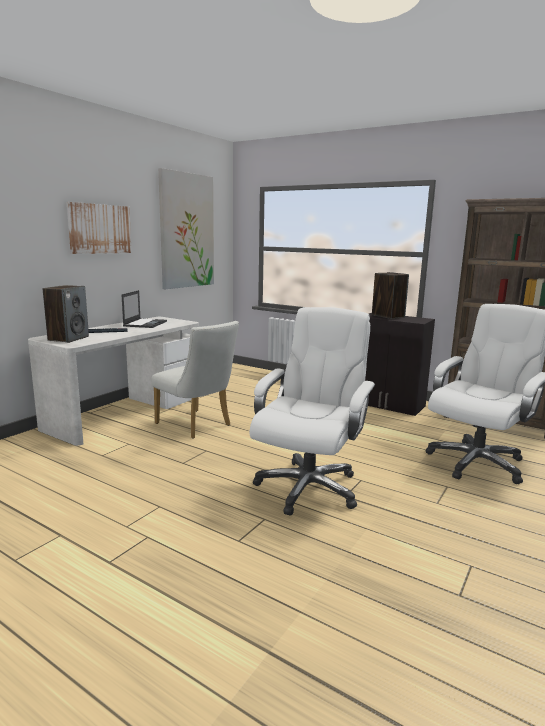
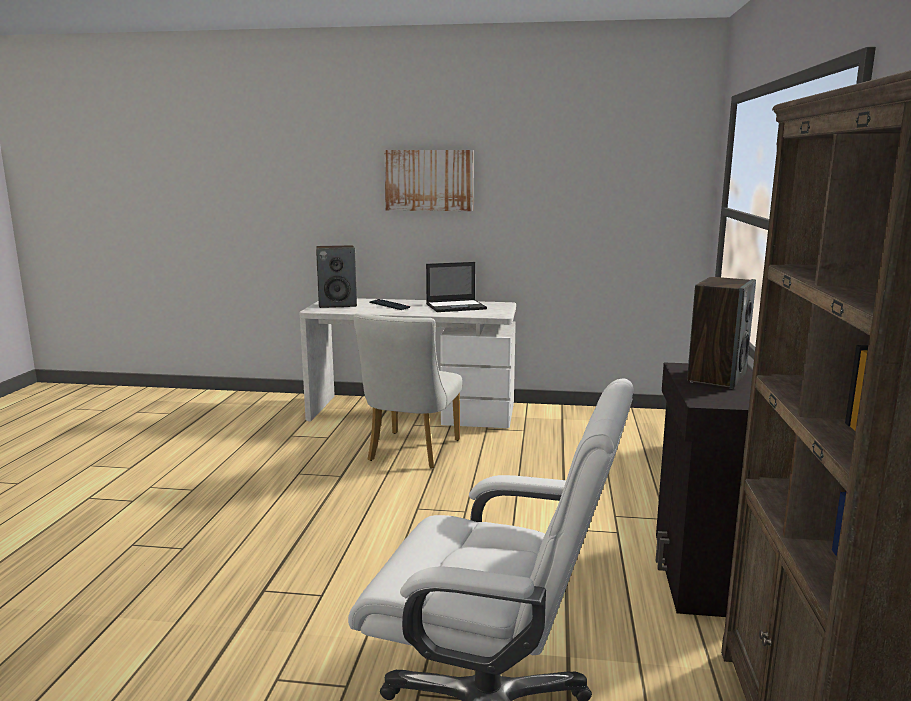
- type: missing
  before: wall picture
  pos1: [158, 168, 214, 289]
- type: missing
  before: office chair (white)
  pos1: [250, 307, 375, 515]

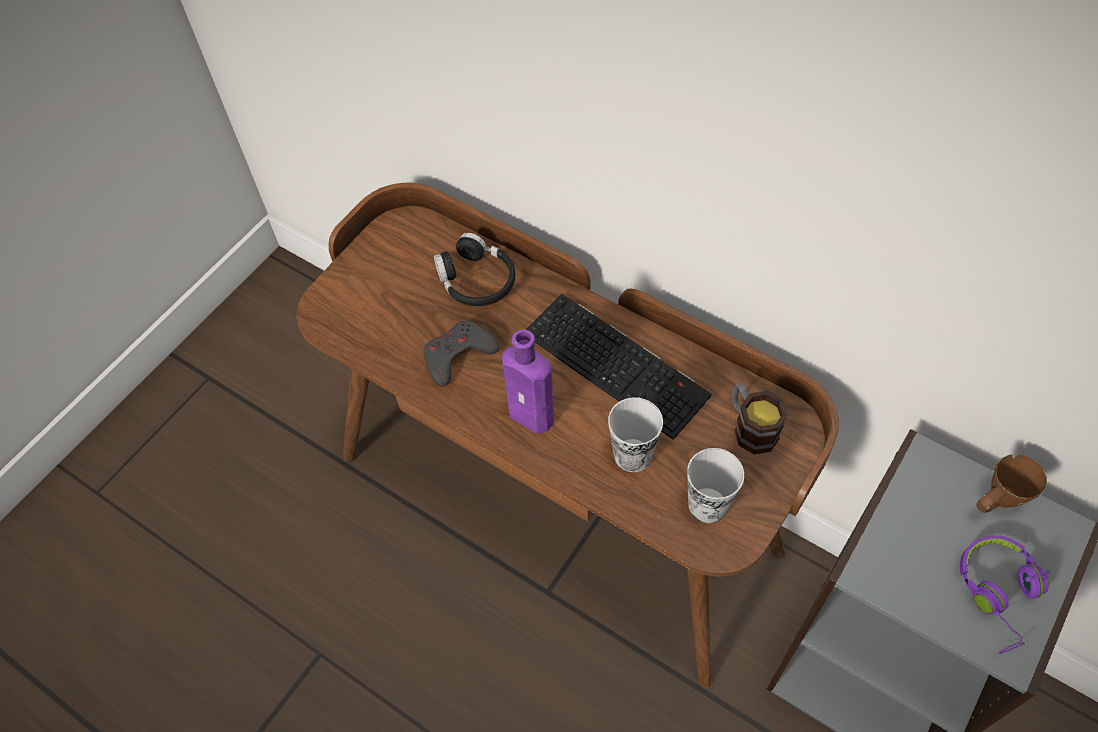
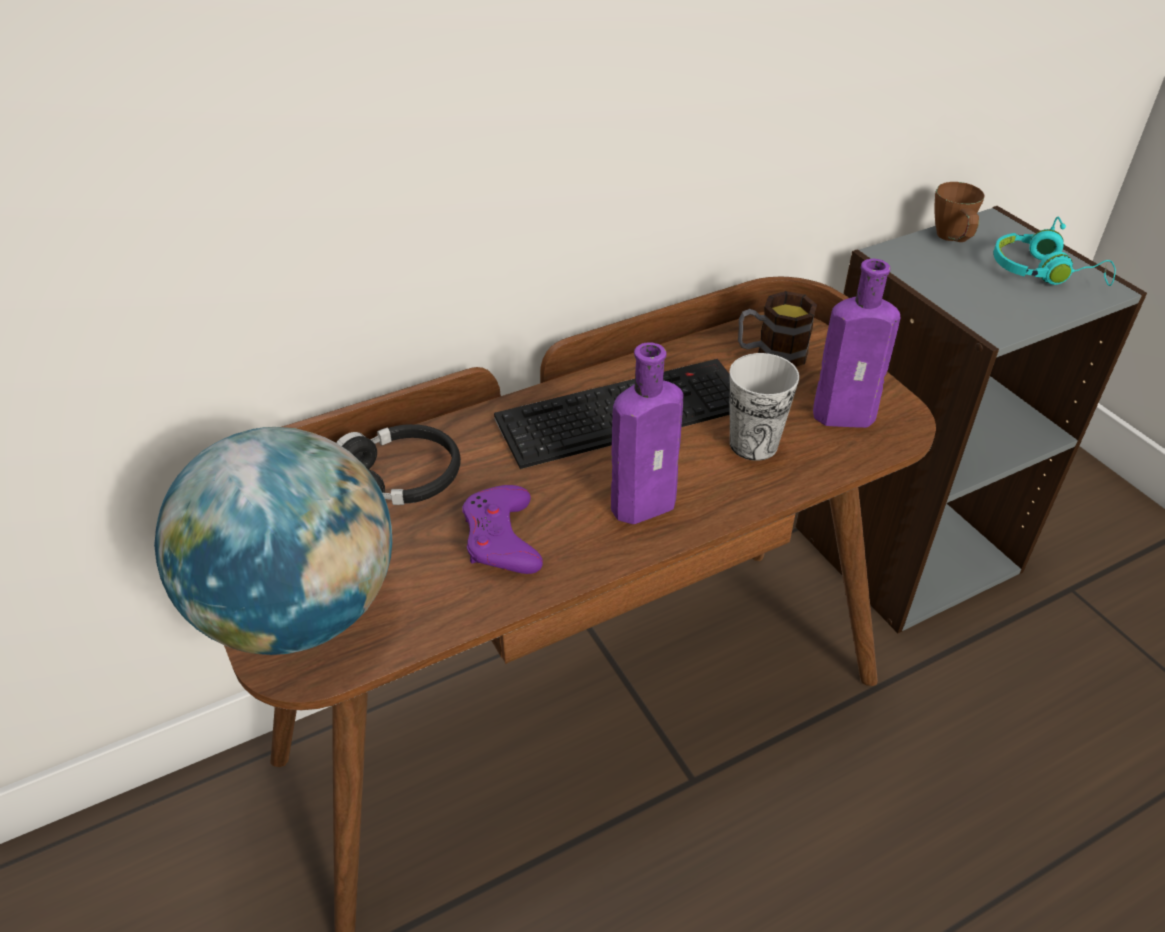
- type: appeared
  after: world globe
  pos2: [154, 427, 392, 655]
- type: colour
  before: gamepad (gray)
  after: gamepad (purple-coloured)
  pos1: [424, 321, 500, 387]
  pos2: [462, 485, 543, 574]
- type: exchanged
  before: cup
  after: bottle (purple-coloured)
  pos1: [687, 448, 744, 523]
  pos2: [813, 259, 900, 428]
- type: colour
  before: pair of headphones (purple-coloured)
  after: pair of headphones (turquoise)
  pos1: [960, 535, 1050, 654]
  pos2: [993, 216, 1116, 286]

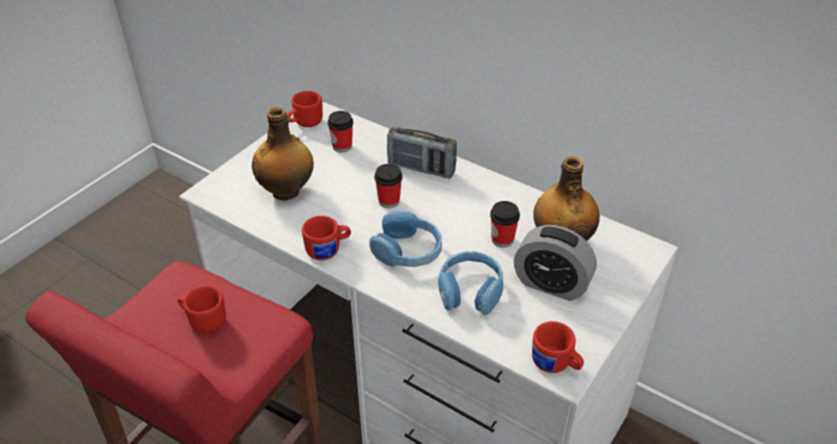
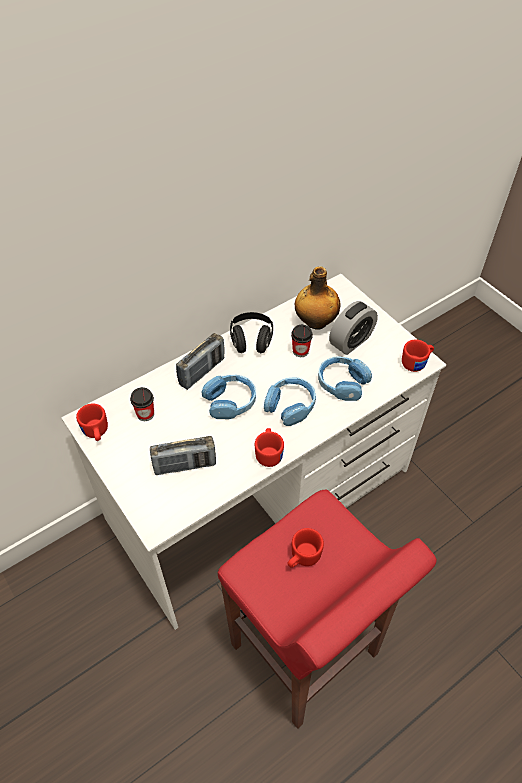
- type: exchanged
  before: bottle
  after: radio set
  pos1: [252, 107, 314, 201]
  pos2: [150, 436, 216, 475]
- type: exchanged
  before: cup
  after: pair of headphones (blue-coloured)
  pos1: [374, 164, 402, 208]
  pos2: [201, 375, 256, 419]
- type: appeared
  after: pair of headphones (blackish)
  pos2: [230, 312, 273, 353]

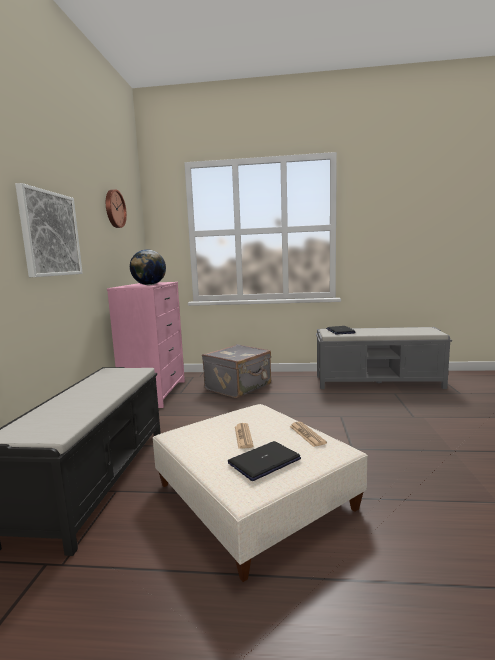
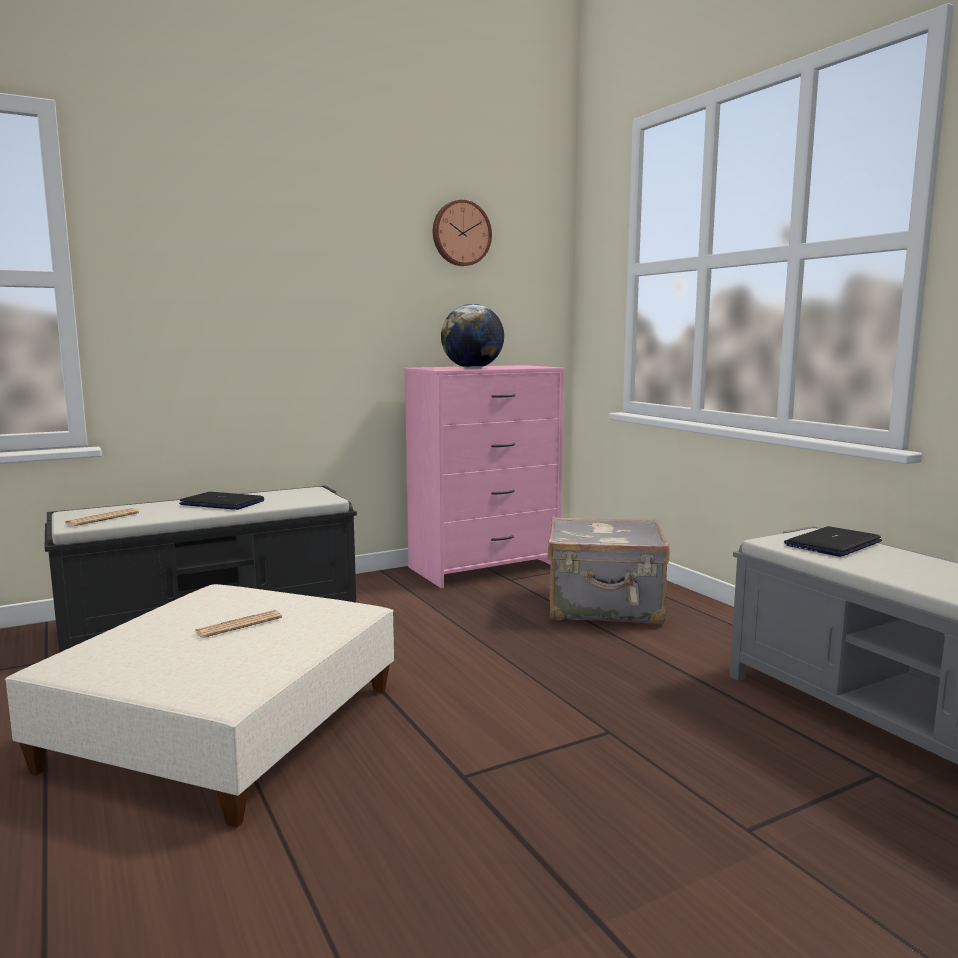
- type: relocated
  before: newspaper
  pos1: [290, 422, 327, 447]
  pos2: [65, 508, 139, 527]
- type: relocated
  before: notebook computer
  pos1: [228, 441, 301, 481]
  pos2: [179, 492, 264, 510]
- type: missing
  before: wall picture
  pos1: [15, 183, 83, 277]

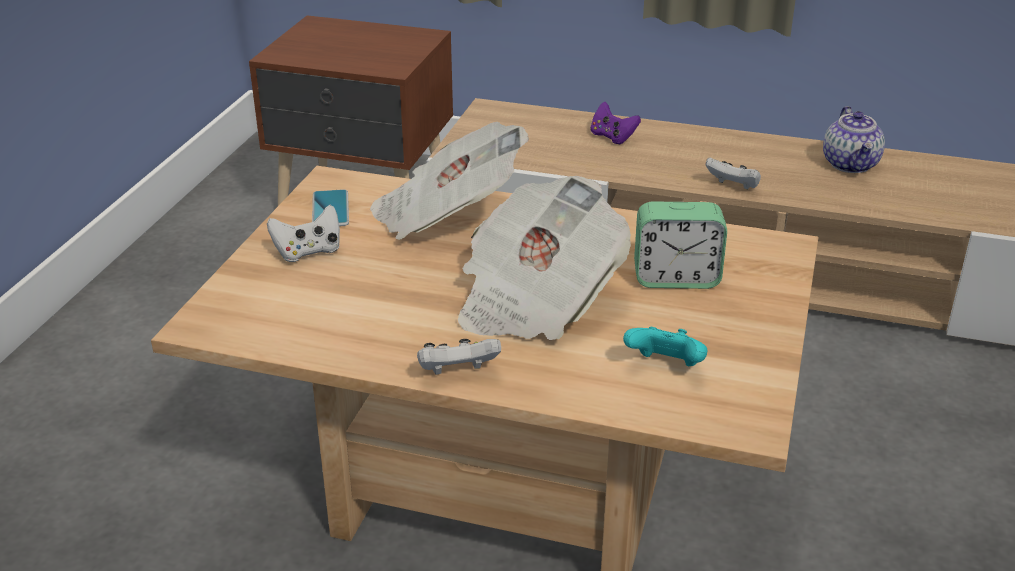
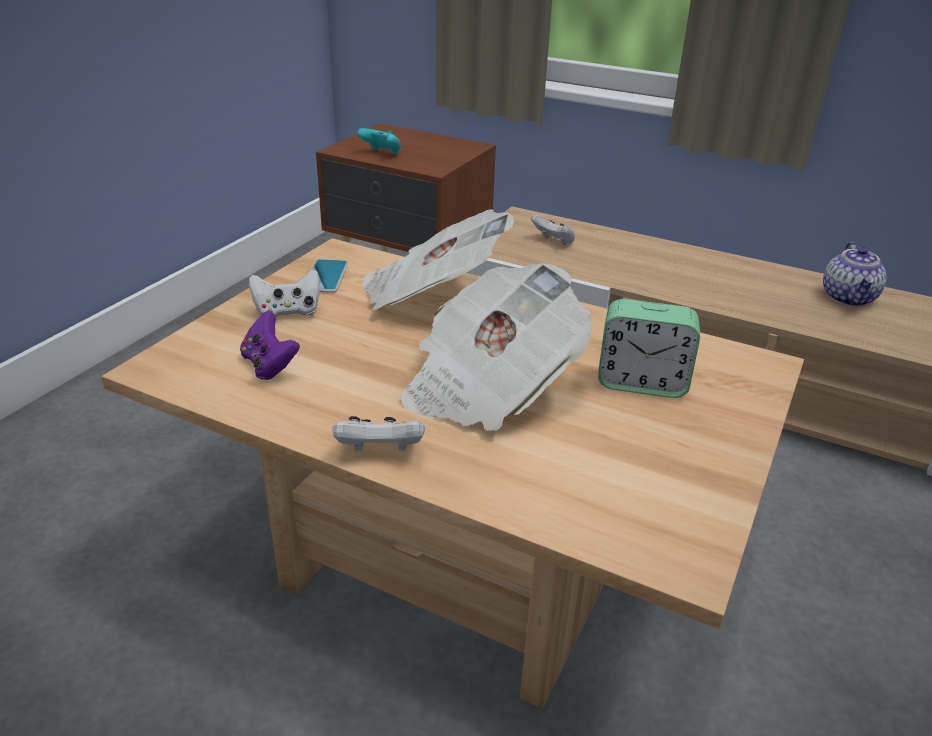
- type: relocated
  before: gamepad (purple-coloured)
  pos1: [591, 102, 641, 144]
  pos2: [240, 311, 300, 380]
- type: relocated
  before: gamepad (turquoise)
  pos1: [623, 327, 708, 366]
  pos2: [357, 128, 401, 155]
- type: relocated
  before: gamepad (white)
  pos1: [705, 158, 761, 190]
  pos2: [531, 214, 575, 245]

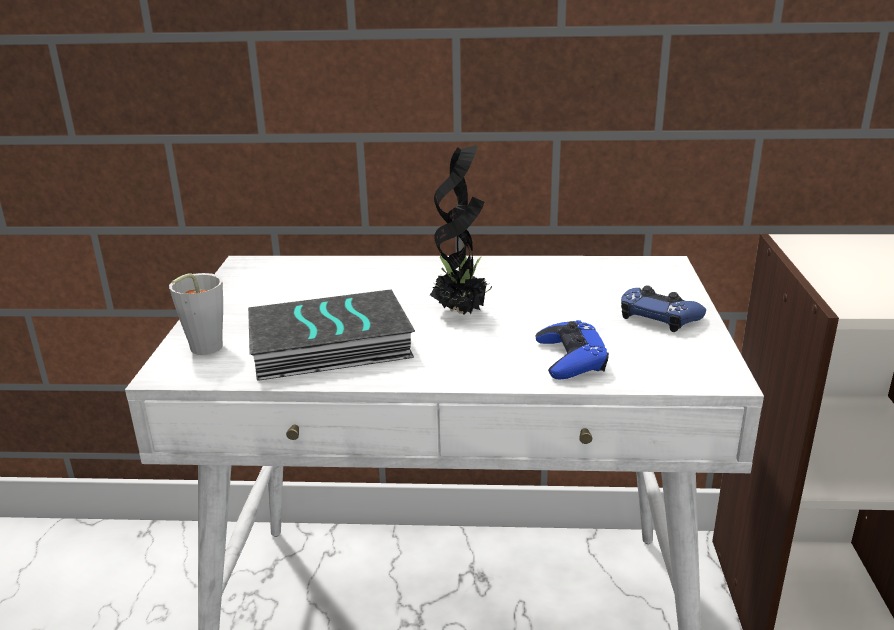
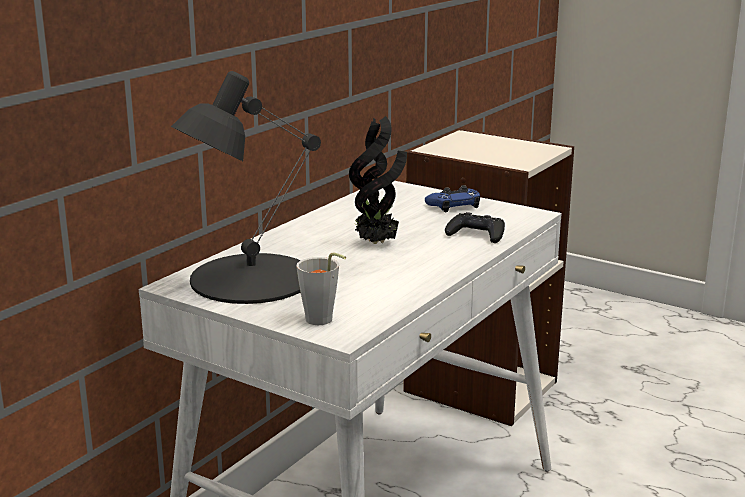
- type: appeared
  after: table lamp (blackish)
  pos2: [171, 71, 321, 304]
- type: colour
  before: gamepad (blue-coloured)
  after: gamepad (blackish)
  pos1: [536, 320, 609, 379]
  pos2: [445, 212, 505, 243]
- type: missing
  before: book
  pos1: [248, 289, 415, 381]

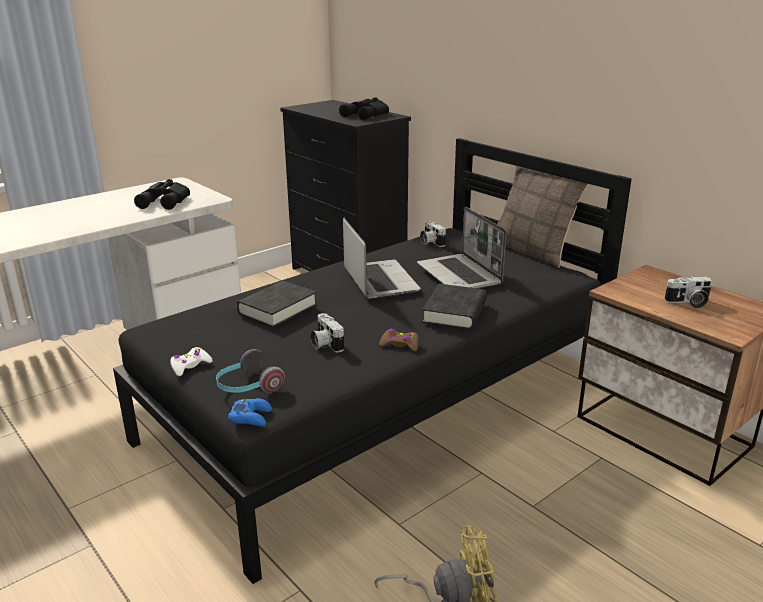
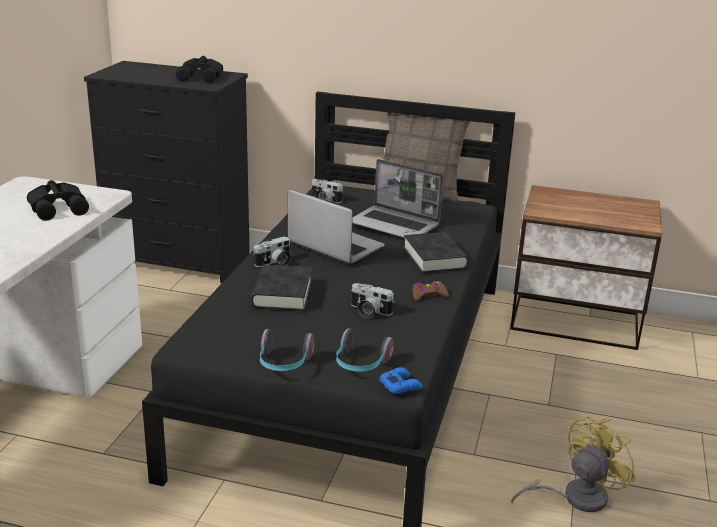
- type: relocated
  before: photo camera
  pos1: [664, 276, 712, 309]
  pos2: [253, 236, 291, 267]
- type: exchanged
  before: gamepad (white)
  after: pair of headphones
  pos1: [170, 347, 213, 376]
  pos2: [260, 329, 314, 371]

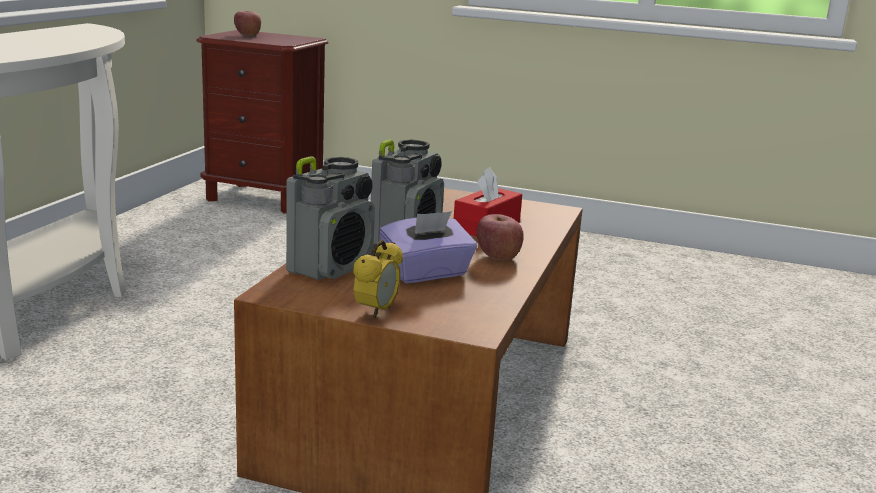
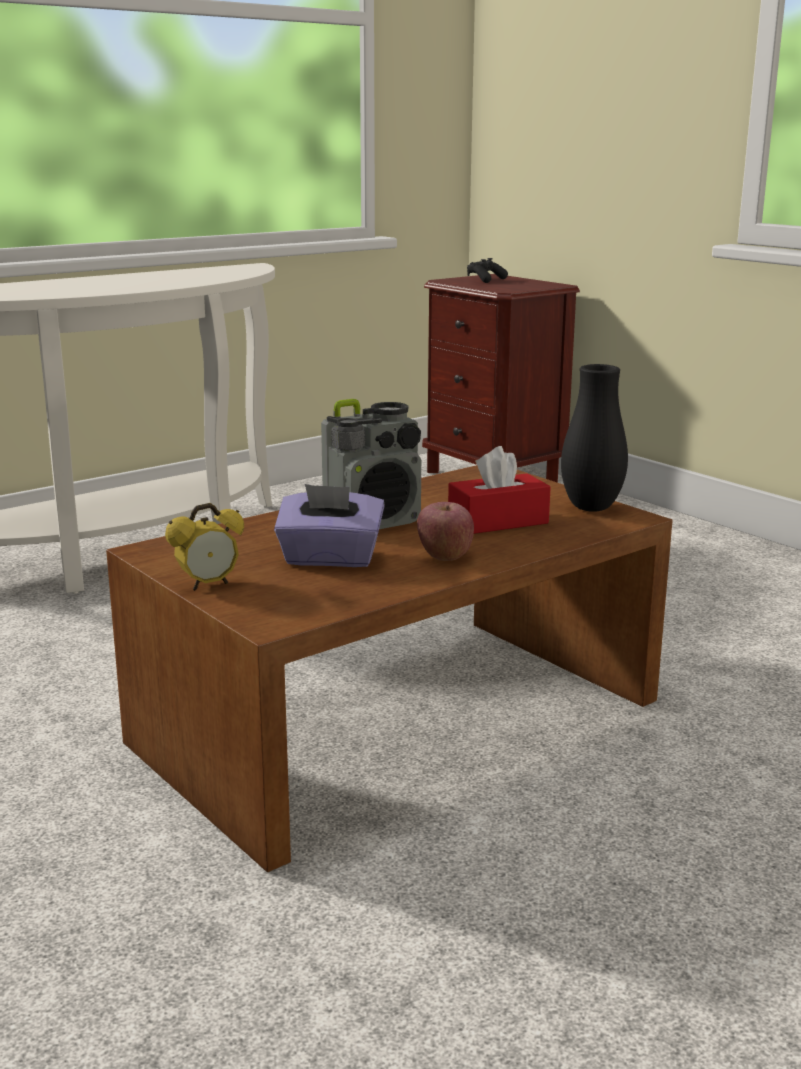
- type: exchanged
  before: whole apple
  after: gamepad (blackish)
  pos1: [234, 11, 261, 36]
  pos2: [467, 258, 508, 283]
- type: appeared
  after: vase (blackish)
  pos2: [561, 364, 628, 512]
- type: missing
  before: radio set
  pos1: [286, 156, 375, 280]

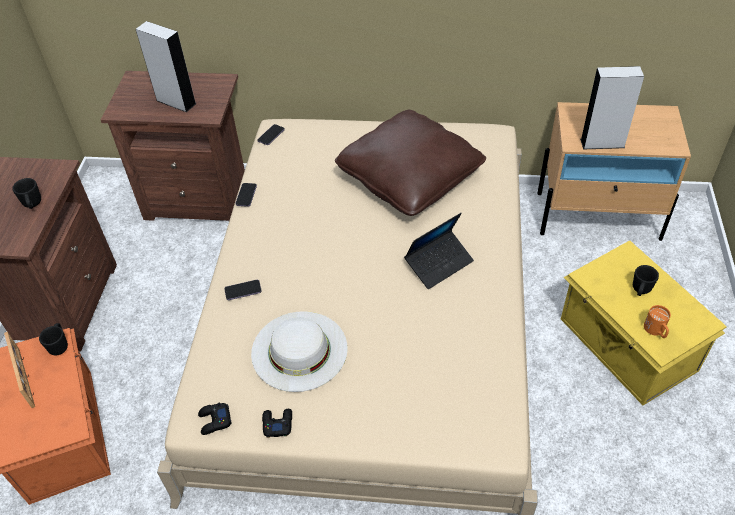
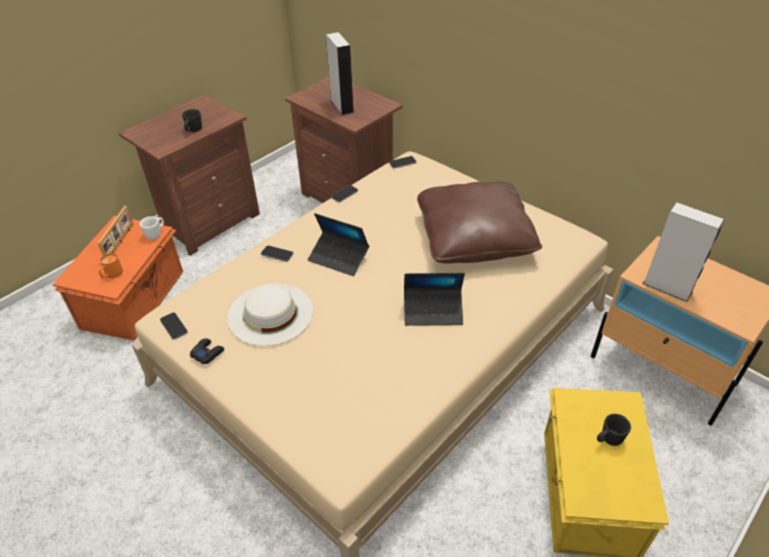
- type: relocated
  before: tea mug (orange-coloured)
  pos1: [644, 305, 671, 338]
  pos2: [98, 253, 123, 279]
- type: colour
  before: tea mug (blackish)
  after: tea mug (white)
  pos1: [39, 323, 68, 355]
  pos2: [140, 216, 164, 240]
- type: exchanged
  before: gamepad (blackish)
  after: phone
  pos1: [198, 403, 232, 435]
  pos2: [160, 312, 188, 339]
- type: appeared
  after: notebook computer
  pos2: [308, 213, 369, 276]

